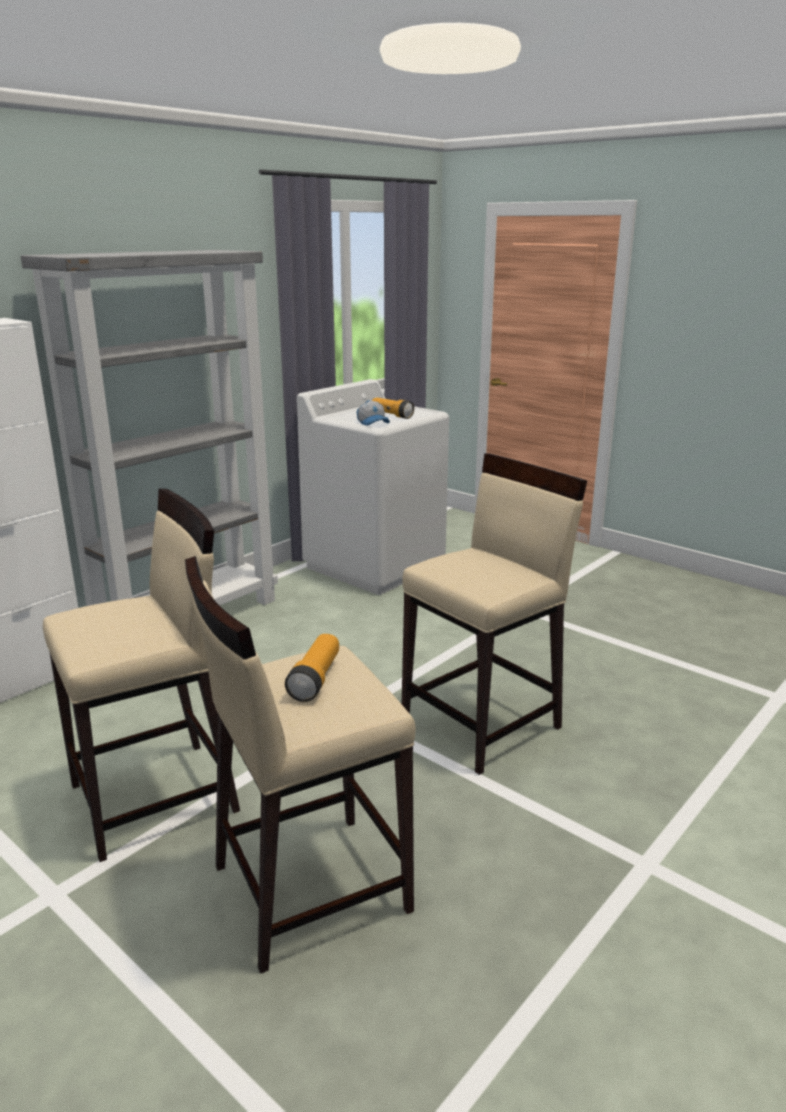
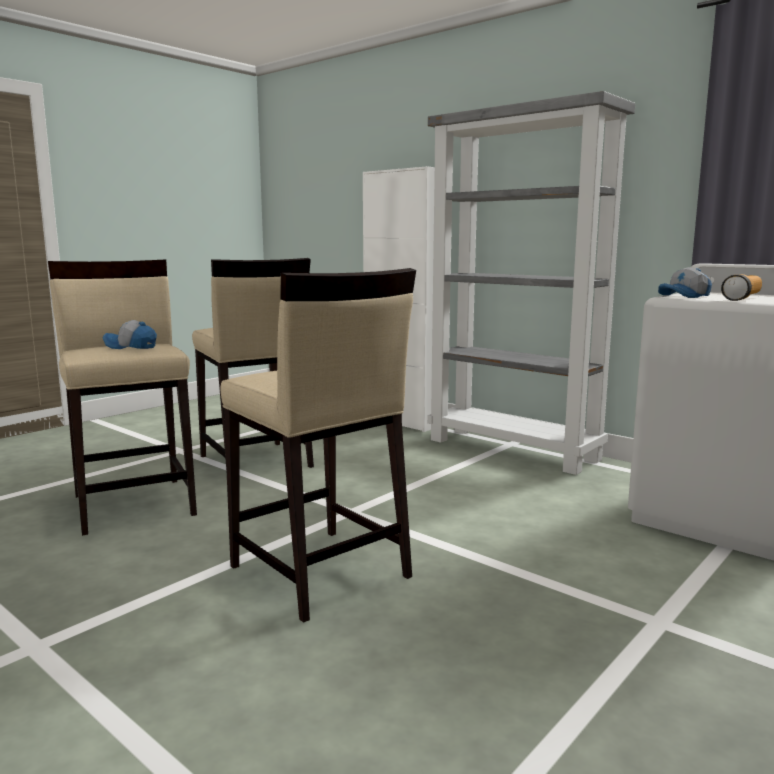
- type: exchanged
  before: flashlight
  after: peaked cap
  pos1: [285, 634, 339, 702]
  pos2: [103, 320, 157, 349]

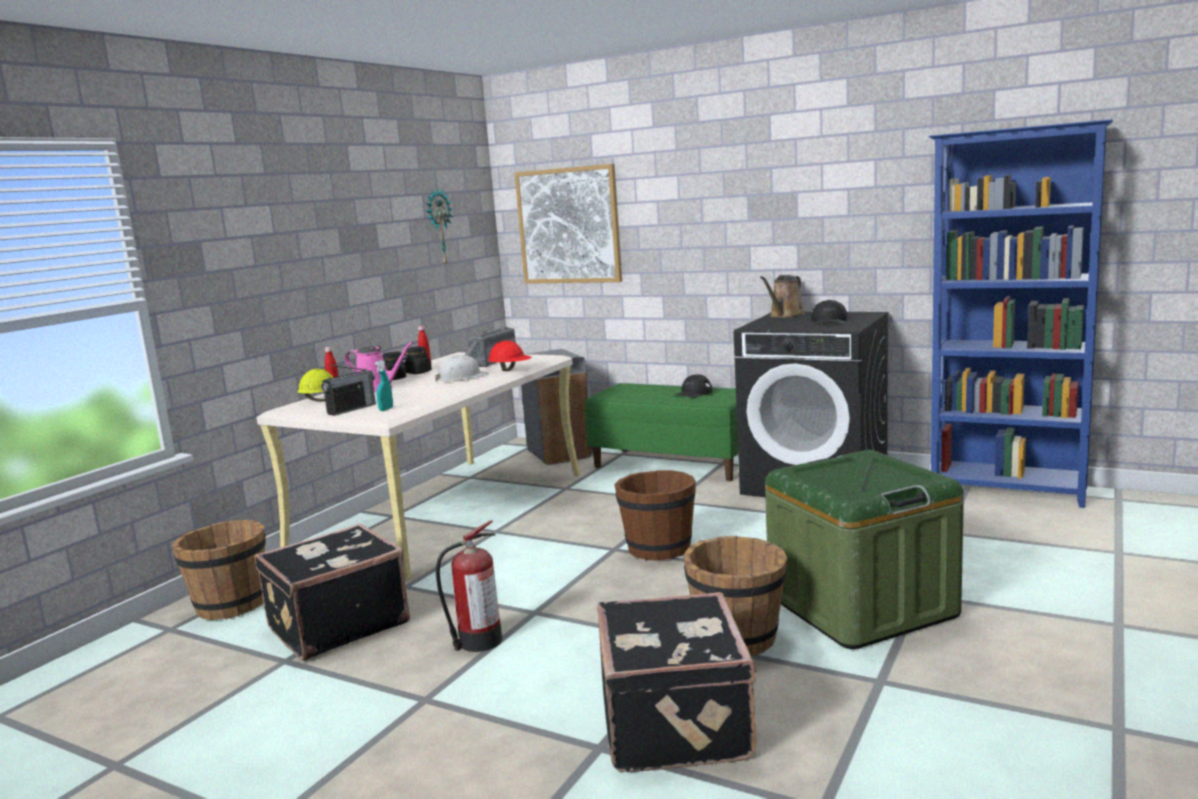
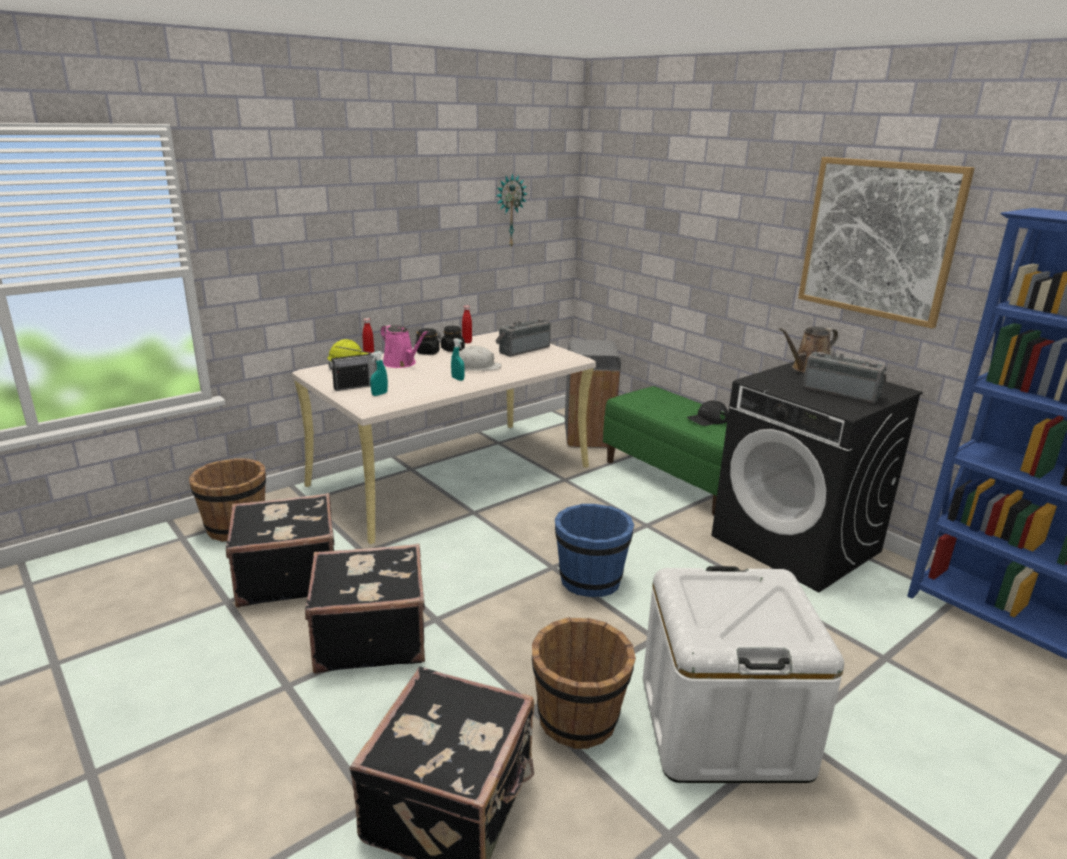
- type: exchanged
  before: fire-fighting cylinder
  after: suitcase (blackish)
  pos1: [436, 520, 502, 652]
  pos2: [305, 544, 425, 674]
- type: appeared
  after: sprayer (turquoise)
  pos2: [451, 338, 465, 381]
- type: colour
  before: water bucket (brownish)
  after: water bucket (blue-coloured)
  pos1: [614, 470, 696, 560]
  pos2: [555, 504, 634, 597]
- type: colour
  before: storage box (green)
  after: storage box (white)
  pos1: [765, 450, 964, 649]
  pos2: [643, 566, 844, 783]
- type: relocated
  before: wall picture
  pos1: [514, 164, 622, 284]
  pos2: [798, 157, 975, 329]
- type: exchanged
  before: peaked cap (blackish)
  after: radio set
  pos1: [811, 300, 848, 325]
  pos2: [803, 351, 887, 403]
- type: missing
  before: work helmet (red)
  pos1: [488, 340, 532, 371]

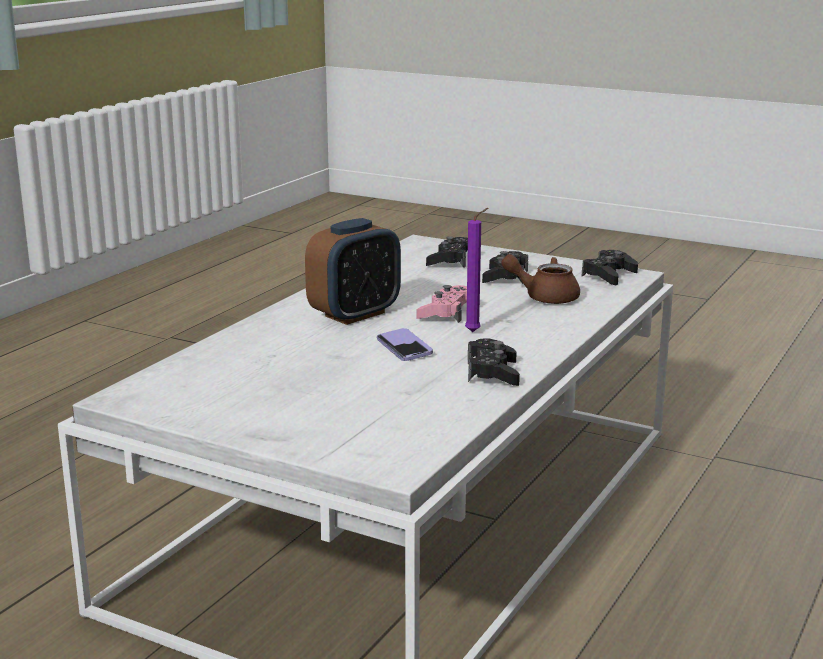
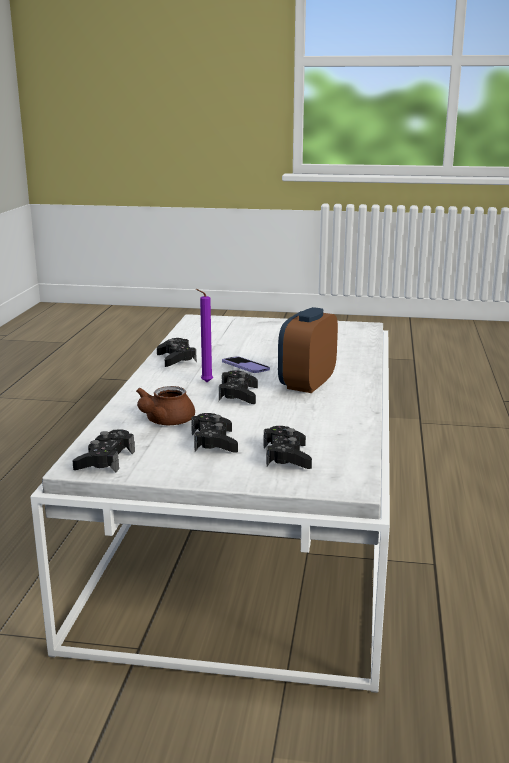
- type: spun
  before: pot for tea (brownish)
  pos1: [502, 254, 580, 304]
  pos2: [136, 386, 195, 425]
  turn: 120
- type: colour
  before: gamepad (pinkish)
  after: gamepad (blackish)
  pos1: [417, 285, 467, 323]
  pos2: [219, 370, 258, 404]

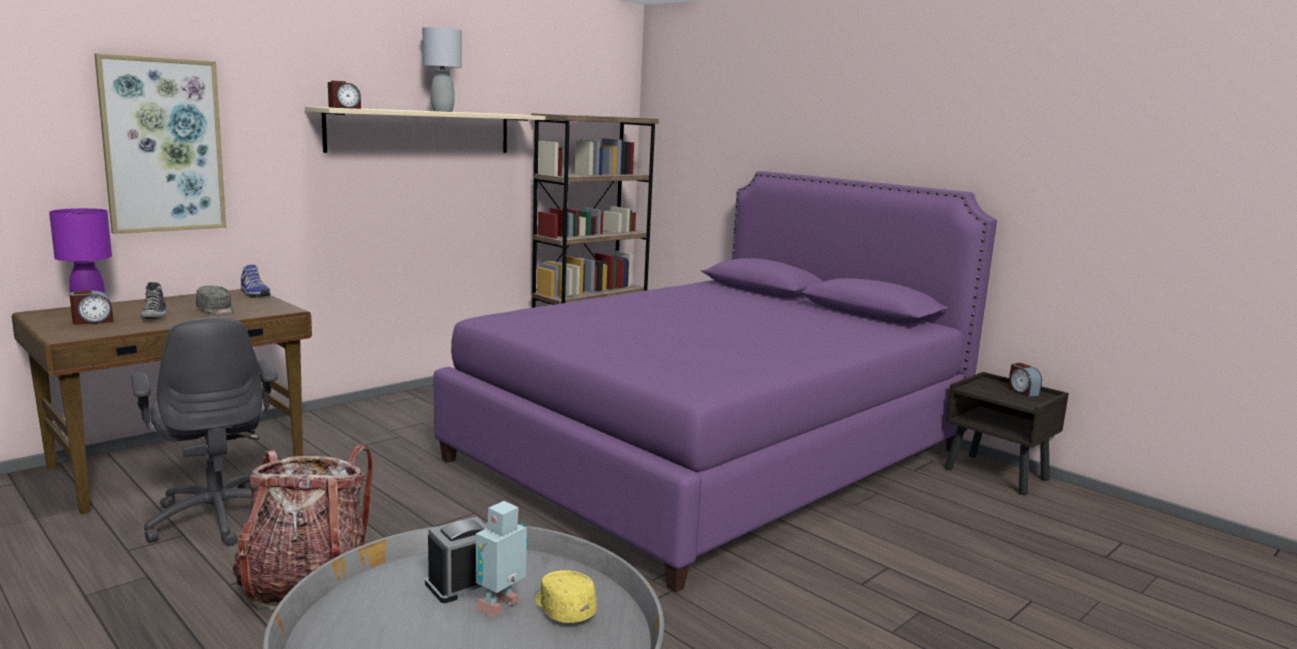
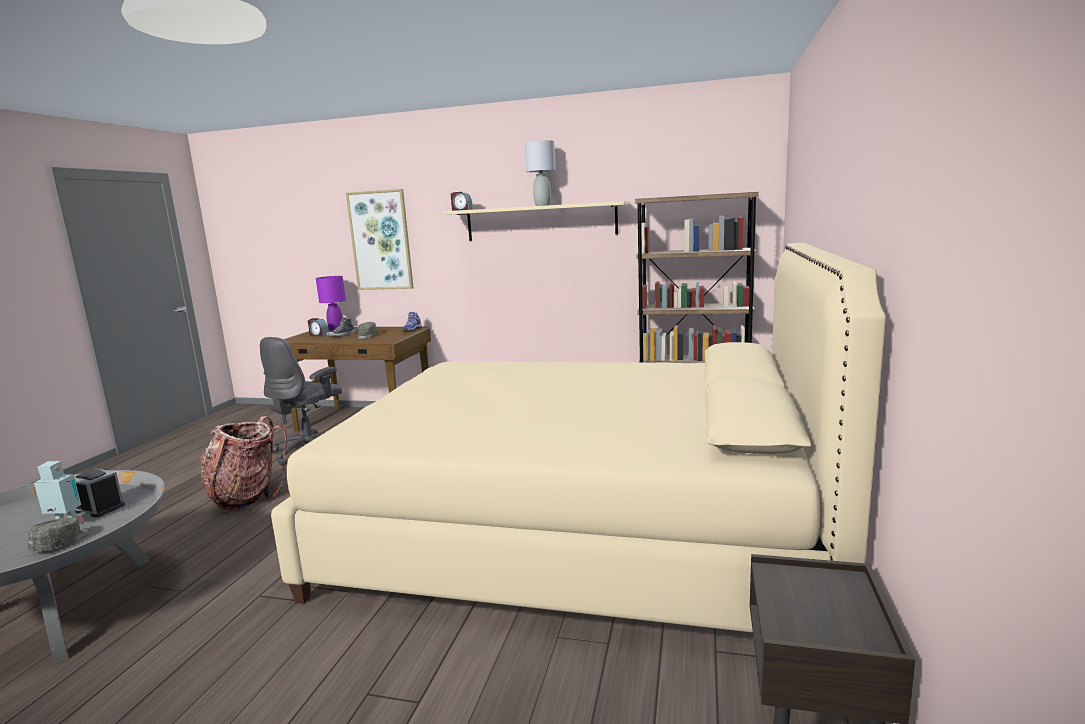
- type: colour
  before: peaked cap (yellowish)
  after: peaked cap (gray)
  pos1: [535, 570, 597, 623]
  pos2: [27, 518, 92, 552]
- type: colour
  before: bedroom bed (purple-coloured)
  after: bedroom bed (sand-coloured)
  pos1: [433, 171, 997, 593]
  pos2: [271, 243, 886, 633]
- type: missing
  before: bedside clock
  pos1: [1008, 363, 1042, 397]

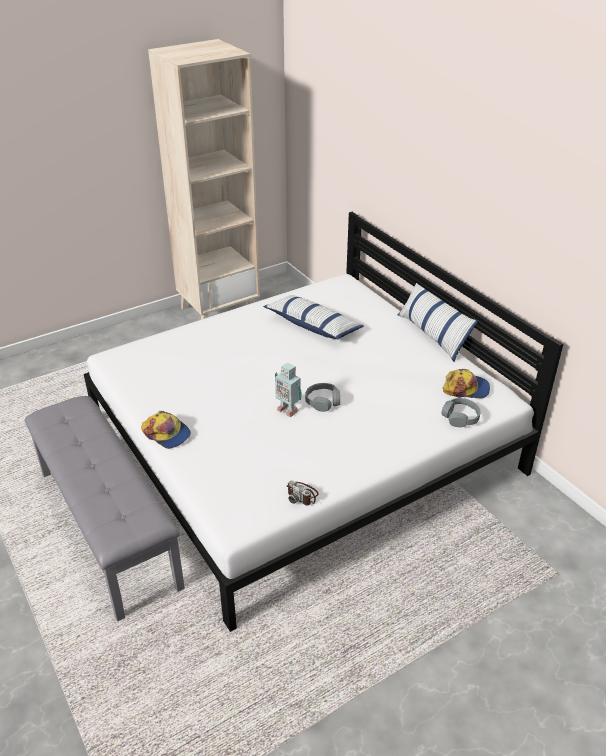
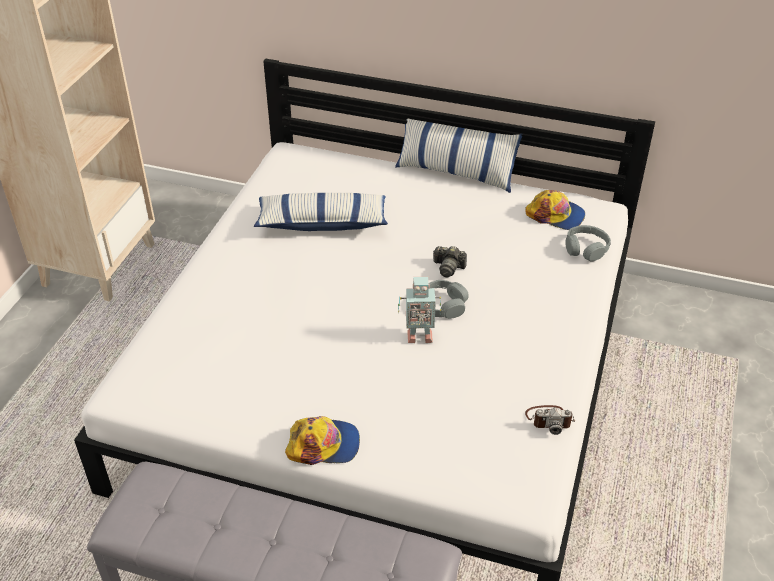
- type: appeared
  after: photo camera
  pos2: [433, 246, 467, 277]
- type: spun
  before: peaked cap
  pos1: [443, 369, 490, 399]
  pos2: [525, 190, 585, 230]
  turn: 60

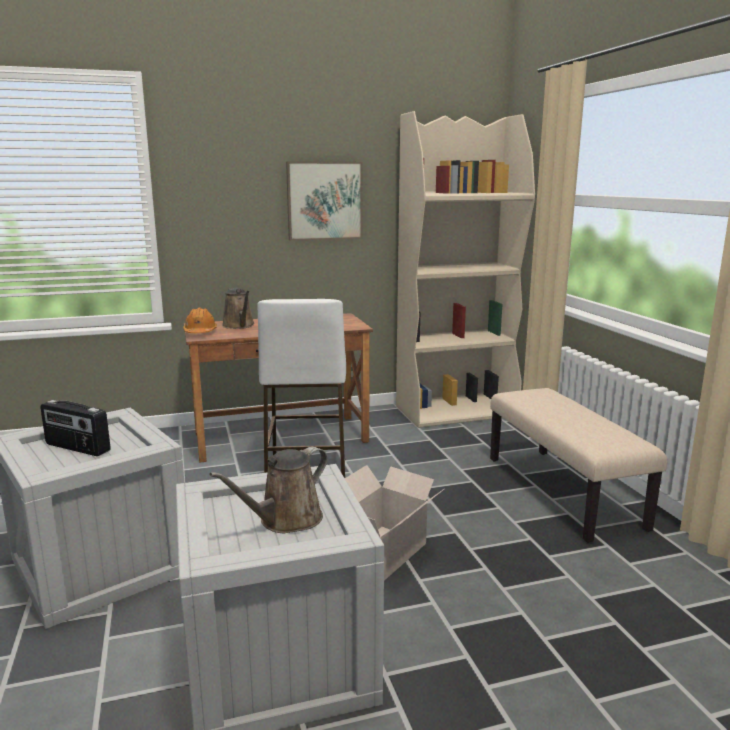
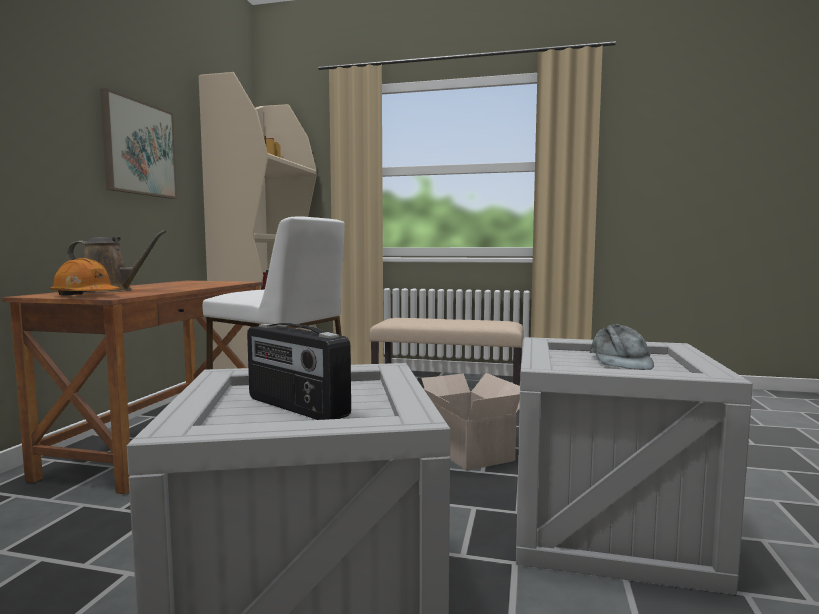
- type: spun
  before: radio set
  pos1: [40, 400, 111, 456]
  pos2: [247, 323, 351, 420]
  turn: 75
- type: exchanged
  before: sprinkling can (brownish)
  after: peaked cap (gray)
  pos1: [209, 447, 328, 533]
  pos2: [590, 324, 654, 370]

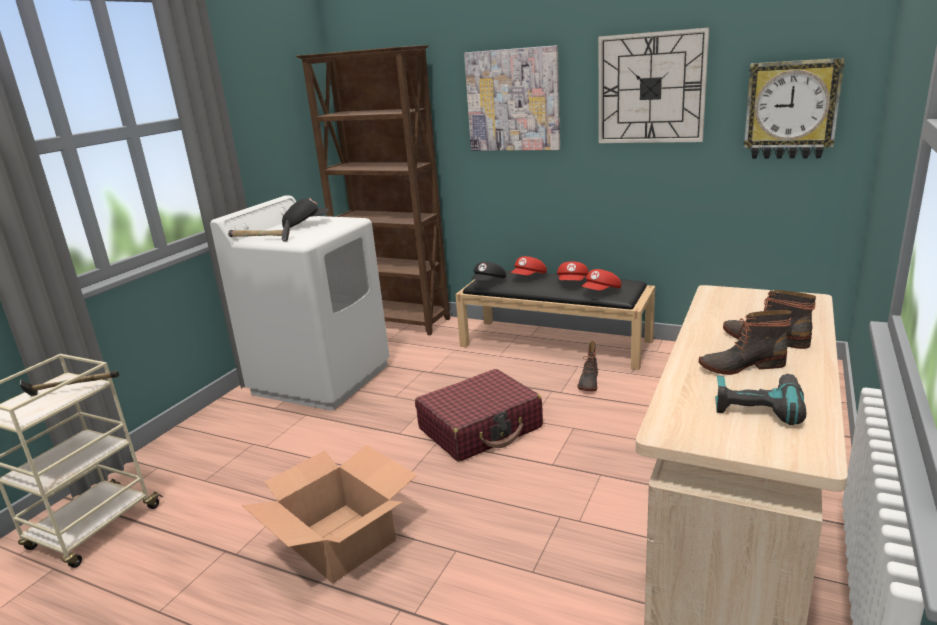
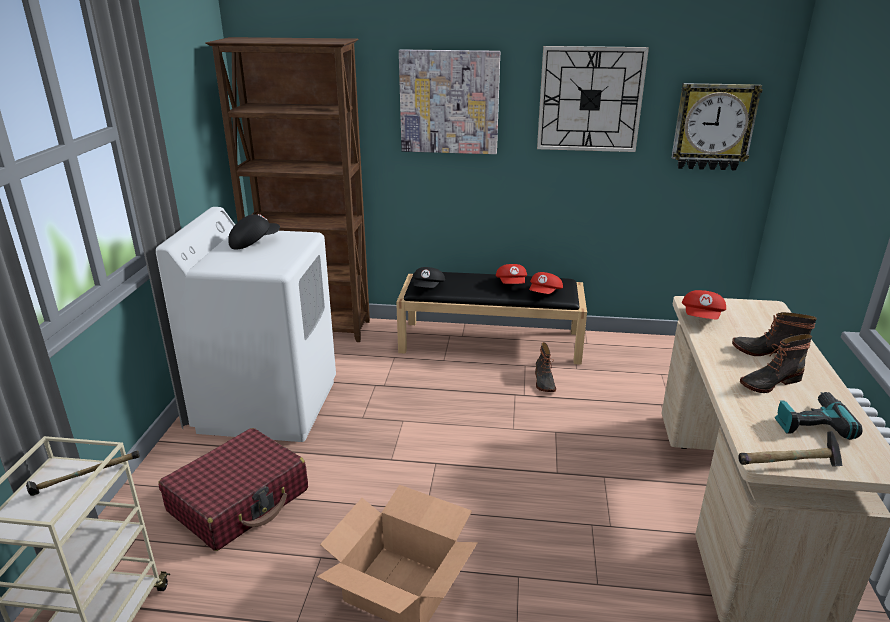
- type: relocated
  before: suitcase (red)
  pos1: [415, 369, 543, 462]
  pos2: [158, 428, 308, 551]
- type: relocated
  before: peaked cap (red)
  pos1: [511, 256, 547, 275]
  pos2: [682, 290, 726, 319]
- type: relocated
  before: hand hammer
  pos1: [228, 220, 290, 242]
  pos2: [738, 431, 842, 467]

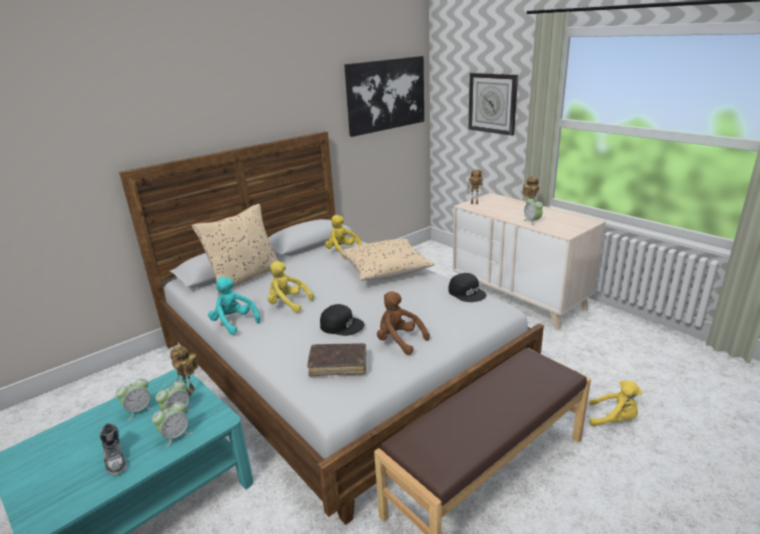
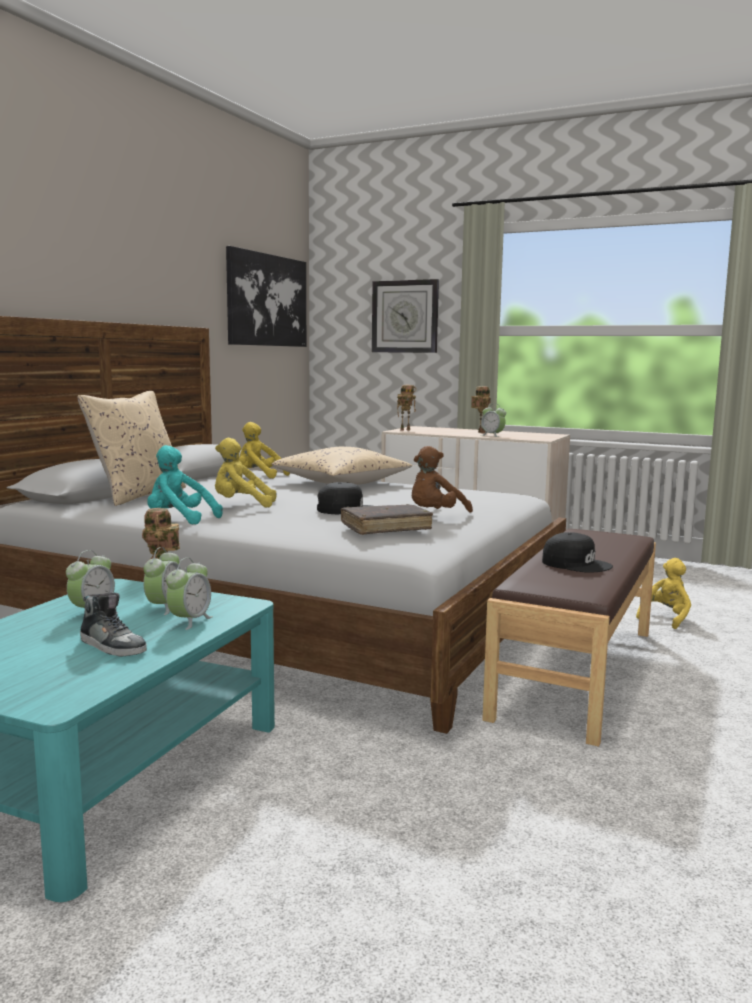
- type: spun
  before: plush toy (brownish)
  pos1: [377, 291, 430, 355]
  pos2: [412, 446, 473, 513]
  turn: -60
- type: relocated
  before: peaked cap (blackish)
  pos1: [448, 273, 486, 302]
  pos2: [542, 532, 613, 573]
- type: spun
  before: plush toy (yellowish)
  pos1: [589, 380, 643, 426]
  pos2: [636, 558, 691, 629]
  turn: -45

